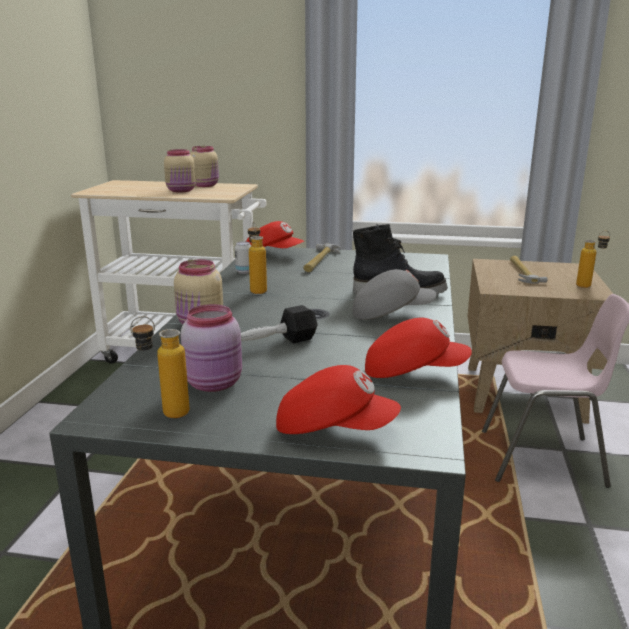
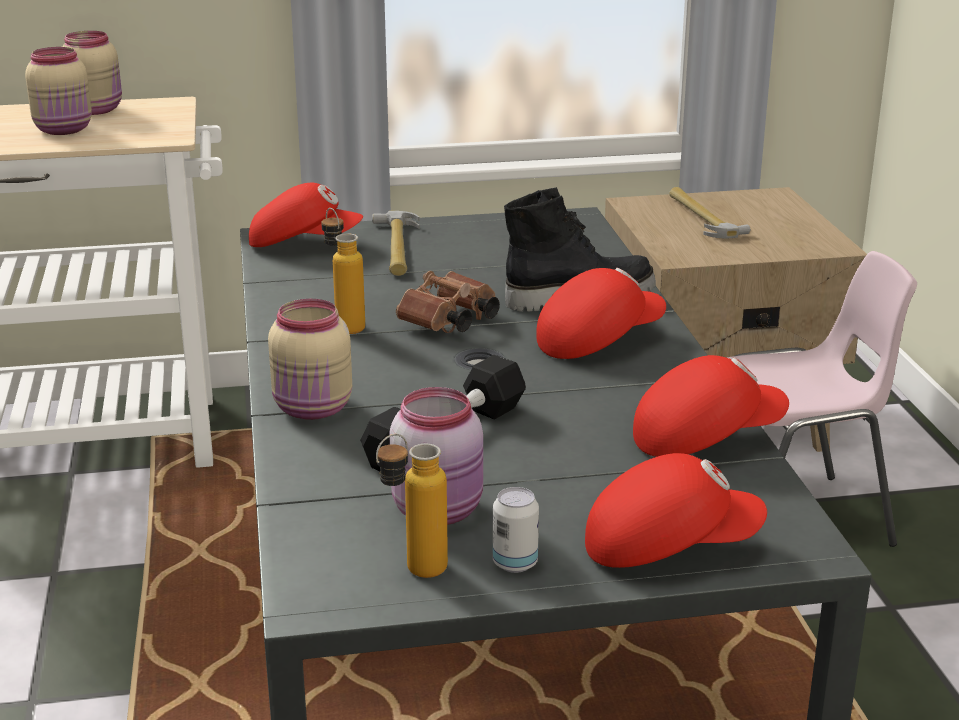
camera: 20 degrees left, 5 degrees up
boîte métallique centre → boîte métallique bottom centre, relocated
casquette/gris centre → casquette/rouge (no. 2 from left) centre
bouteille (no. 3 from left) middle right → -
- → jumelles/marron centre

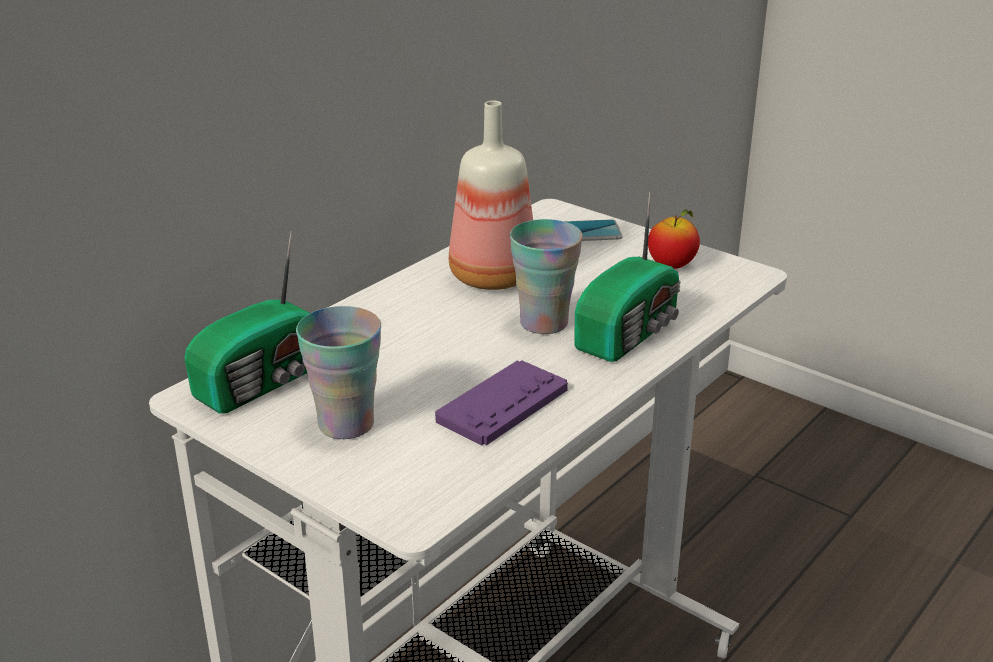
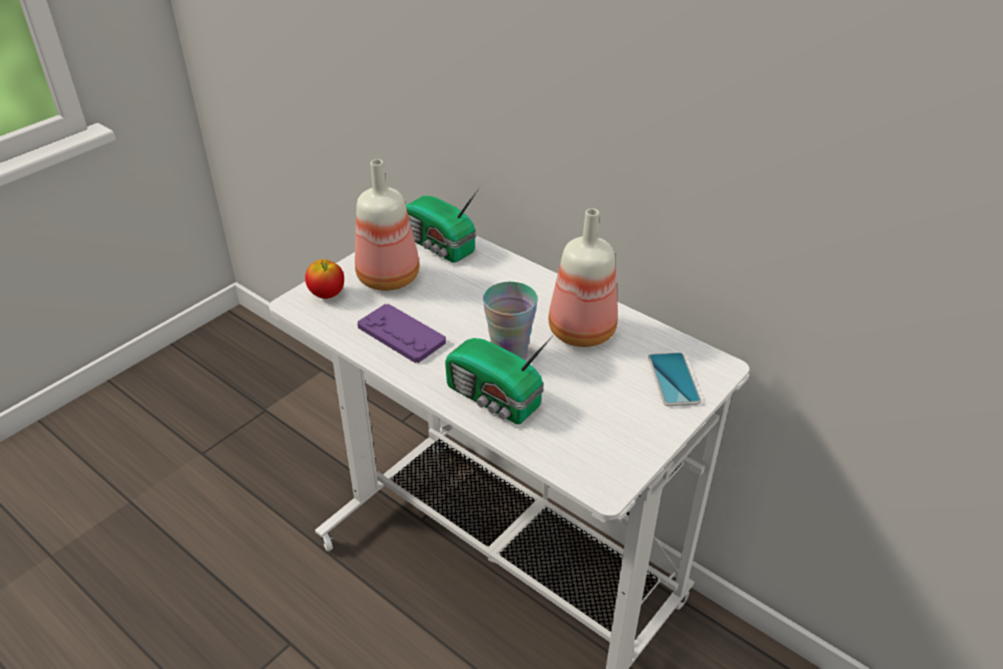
camera: 90 degrees right, 10 degrees up
tasse (no. 1 from left) centre → bouteille (no. 1 from left) centre
pomme middle right → pomme middle left, relocated

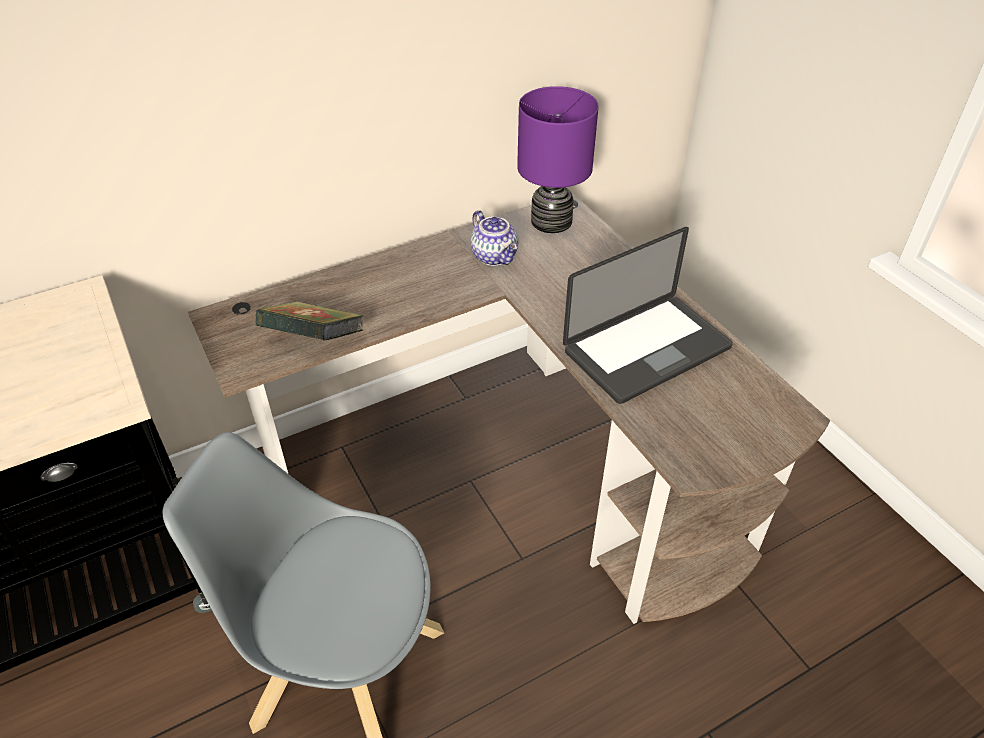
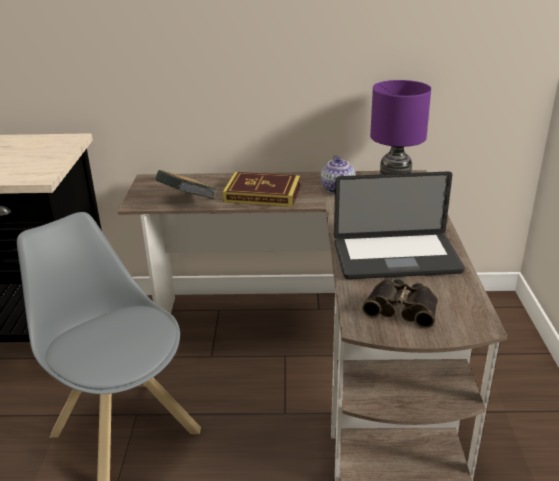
camera: 30 degrees right, 15 degrees down
- → livre (no. 2 from left) centre
- → jumelles middle right

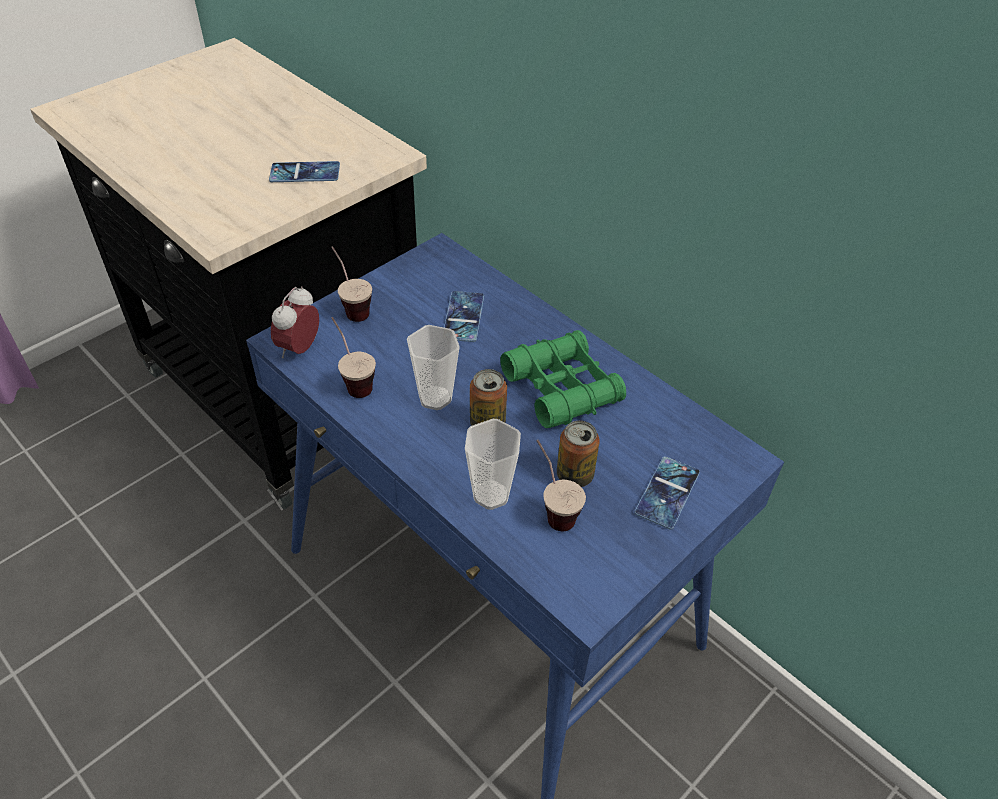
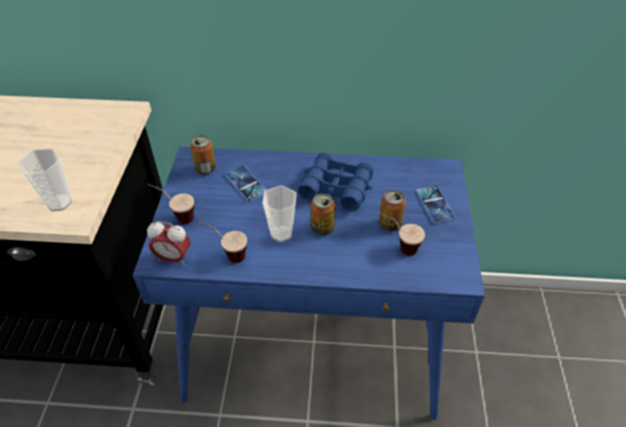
camera: 40 degrees left, 0 degrees up
téléphone (no. 1 from left) top left → -
réveil middle left, 60 degrees counterclockwise
tasse (no. 4 from left in the first image) centre → tasse (no. 1 from left) middle left, relocated
jumelles/vert centre → jumelles/bleu centre
- → boîte métallique (no. 1 from left) middle left

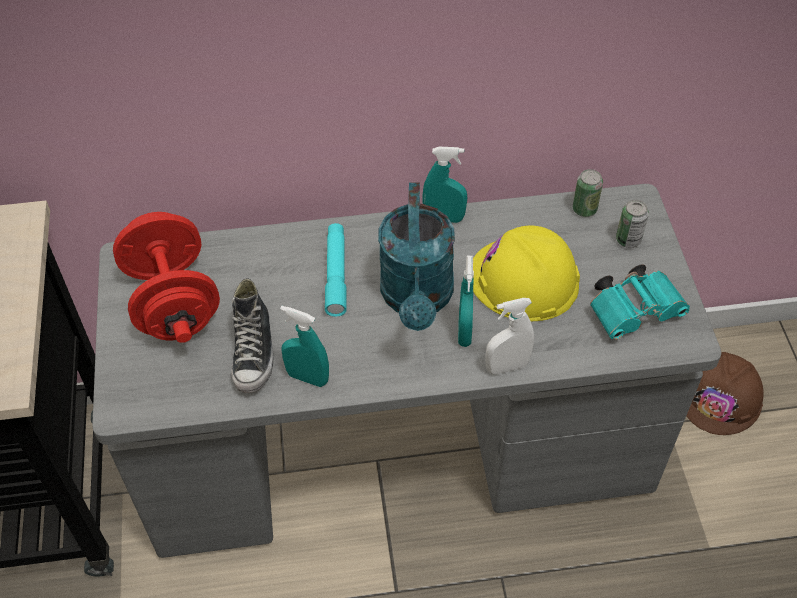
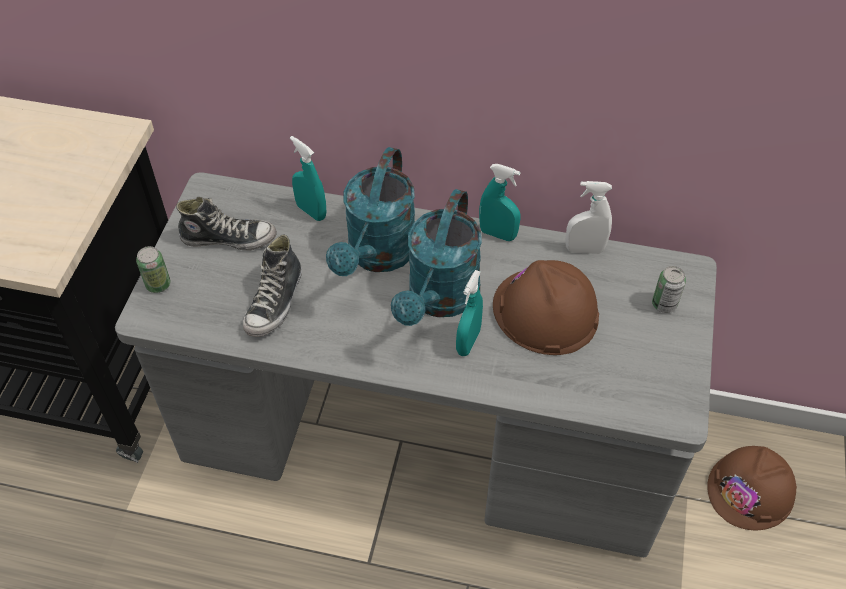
camera: 20 degrees right, 0 degrees up
haltère/rouge middle left → chaussure (no. 1 from left) middle left
vaporisateur/turquoise (no. 1 from left) centre → vaporisateur/turquoise (no. 1 from left) top centre, relocated
lampe de poche/turquoise centre → arrosoir/turquoise (no. 1 from left) centre
casque de chantier/jaune centre → casque de chantier/marron (no. 1 from left) centre
vaporisateur/blanc centre → vaporisateur/blanc middle right, relocated
boîte métallique (no. 1 from left) top right → boîte métallique (no. 1 from left) middle left, relocated
jumelles/turquoise middle right → -

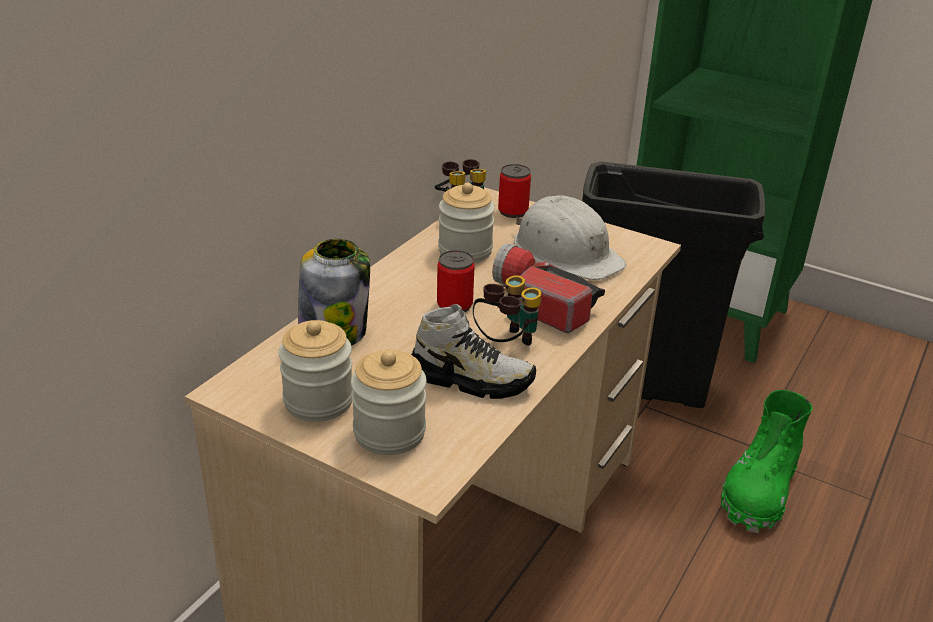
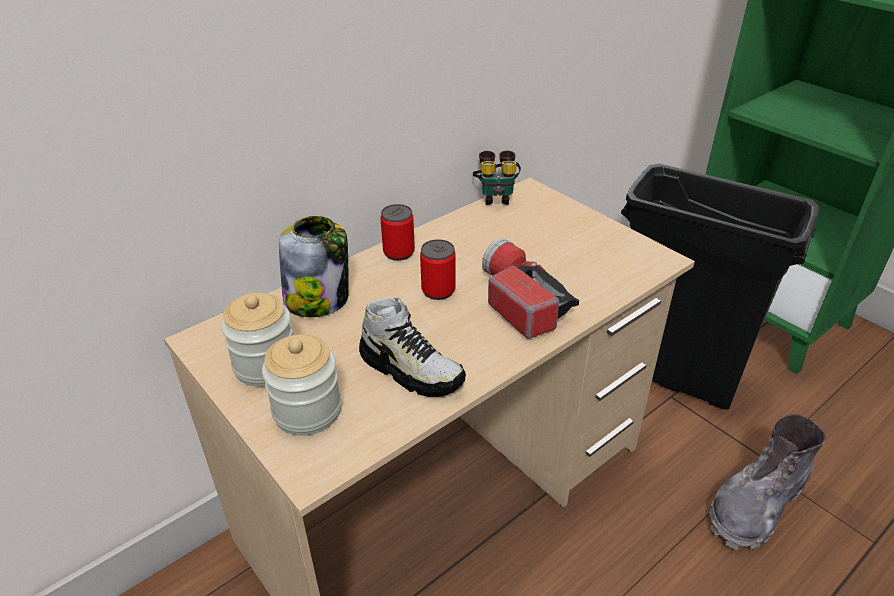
camera: 20 degrees right, 5 degrees up
bocal (no. 4 from left) centre → -
jumelles (no. 2 from left) centre → -
boîte métallique (no. 2 from left in the first image) top centre → boîte métallique (no. 1 from left) centre, relocated
casque de chantier/blanc centre → -
botte/vert bottom right → botte/gris bottom right

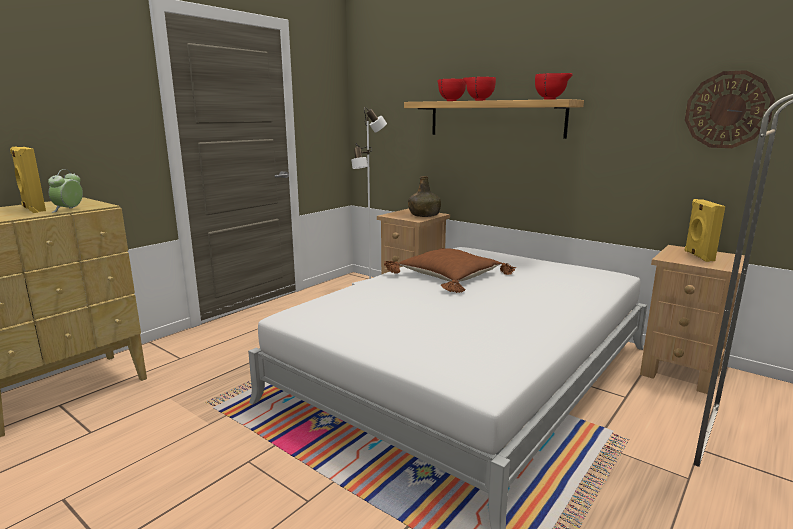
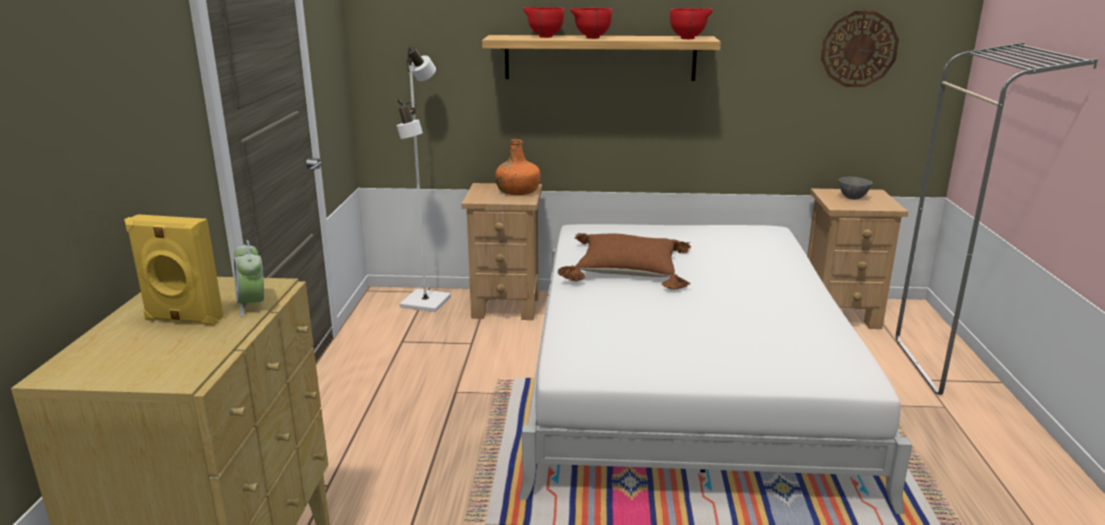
camera: 35 degrees left, 5 degrees up
bouteille/vert centre → bouteille/orange top centre
enceinte/jaune (no. 2 from left) middle right → bol/gris middle right

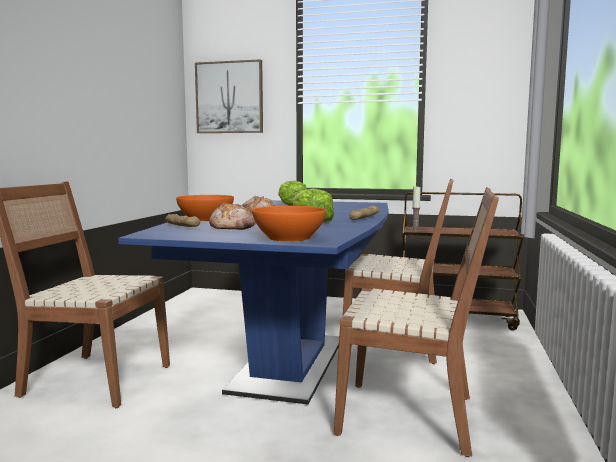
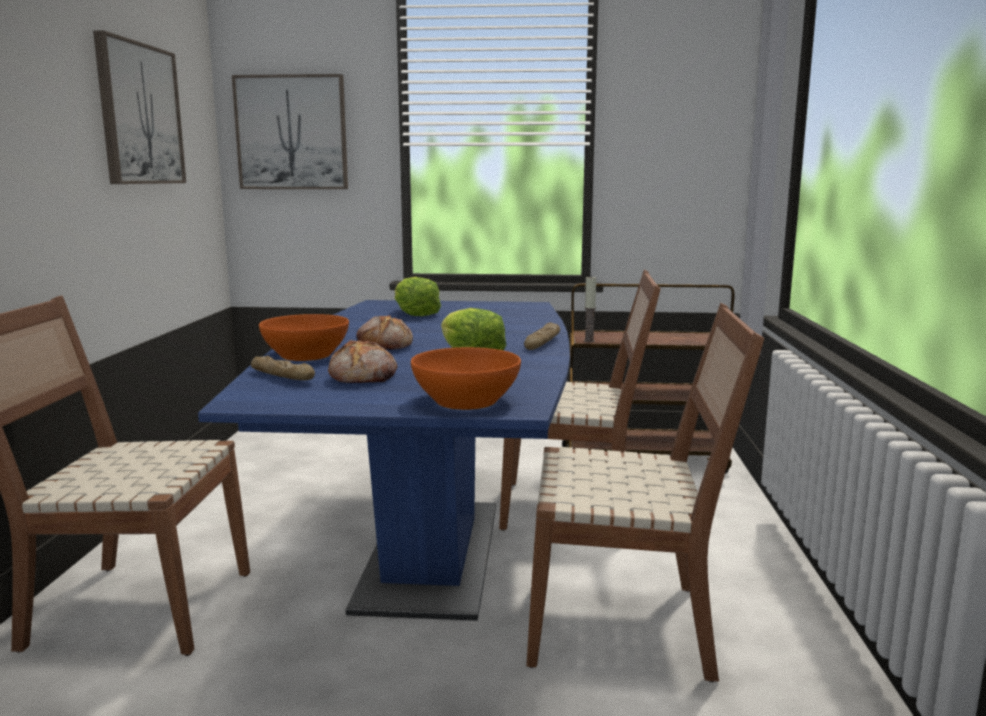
camera: 10 degrees left, 5 degrees up
- → tableau (no. 1 from left) top left

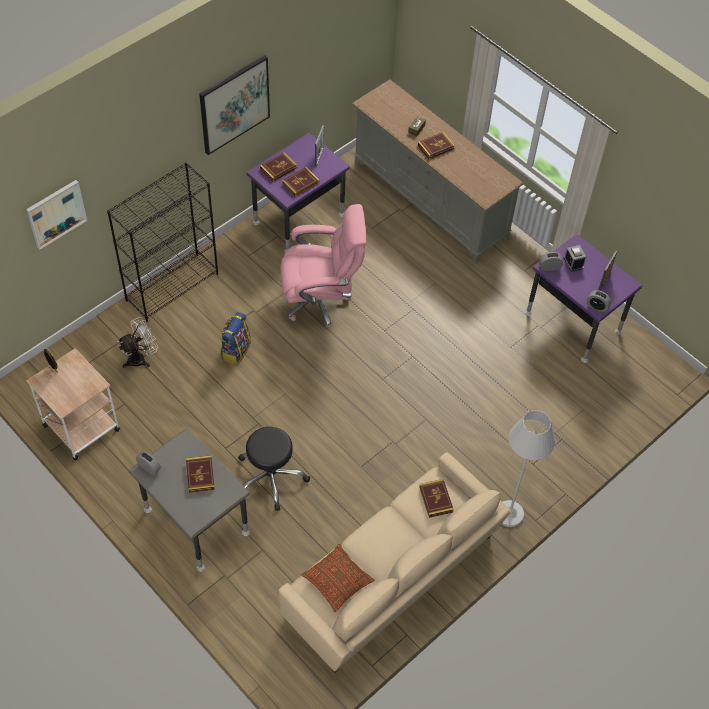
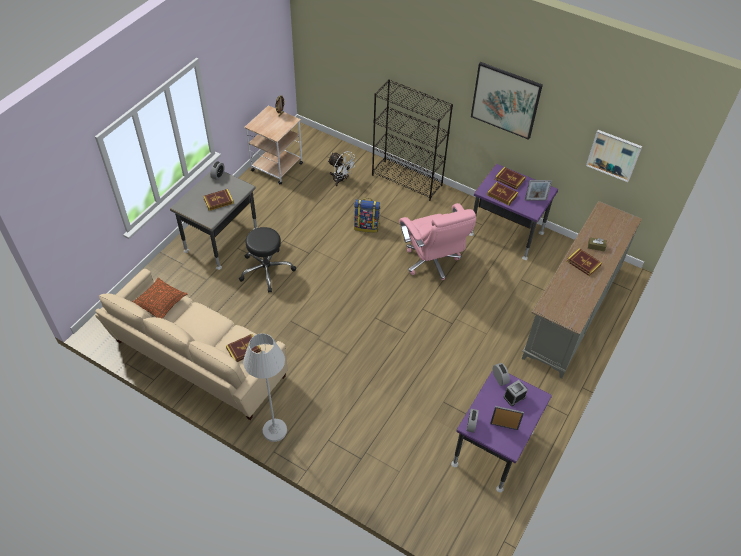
camera: 75 degrees right, 5 degrees down
tableau (no. 1 from left in the first image) top left → tableau (no. 2 from left) top right, relocated

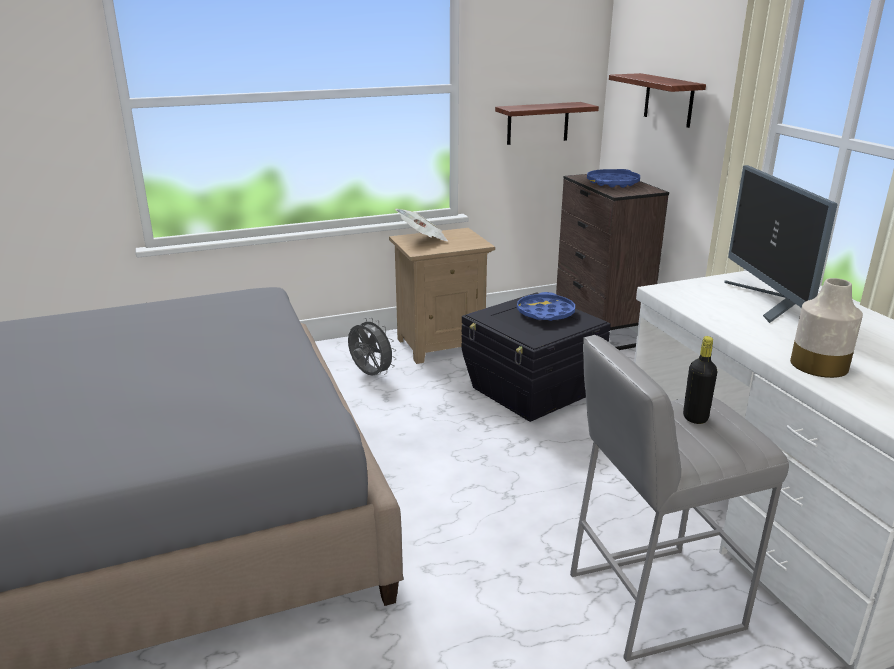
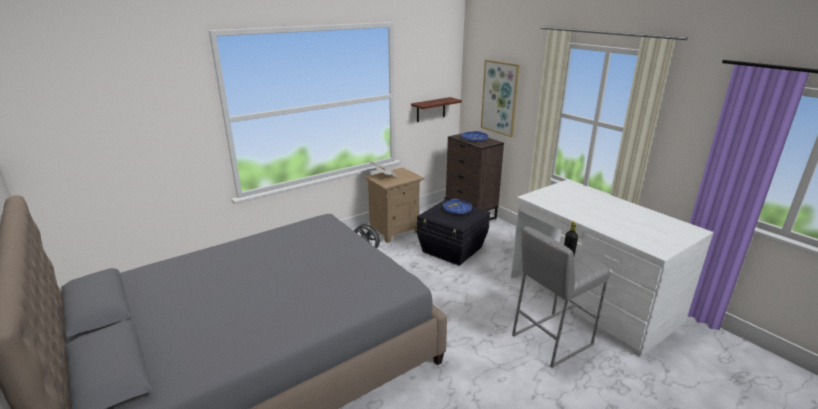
camera: 15 degrees left, 0 degrees up
étagère (no. 2 from left) top right → tableau top centre
écran d'ordinateur middle right → -
vase/beige middle right → -

